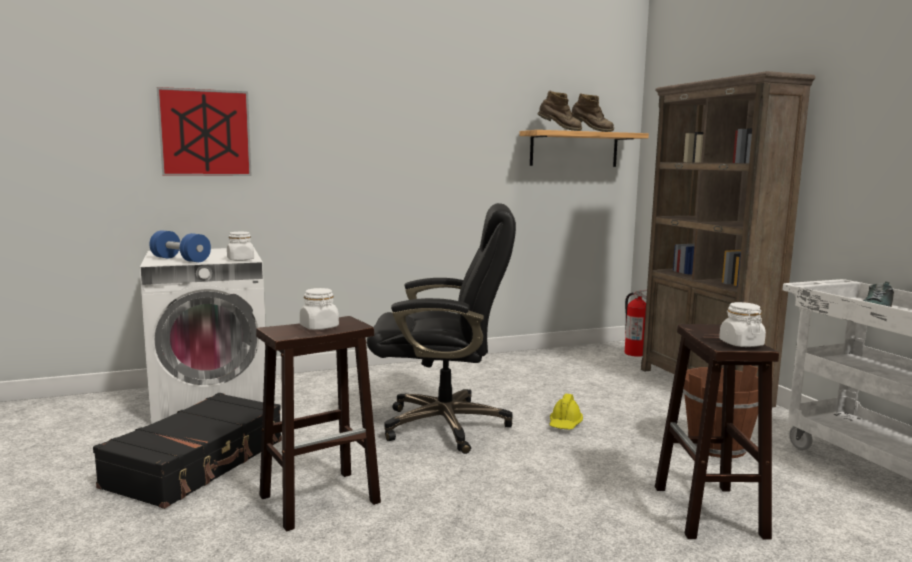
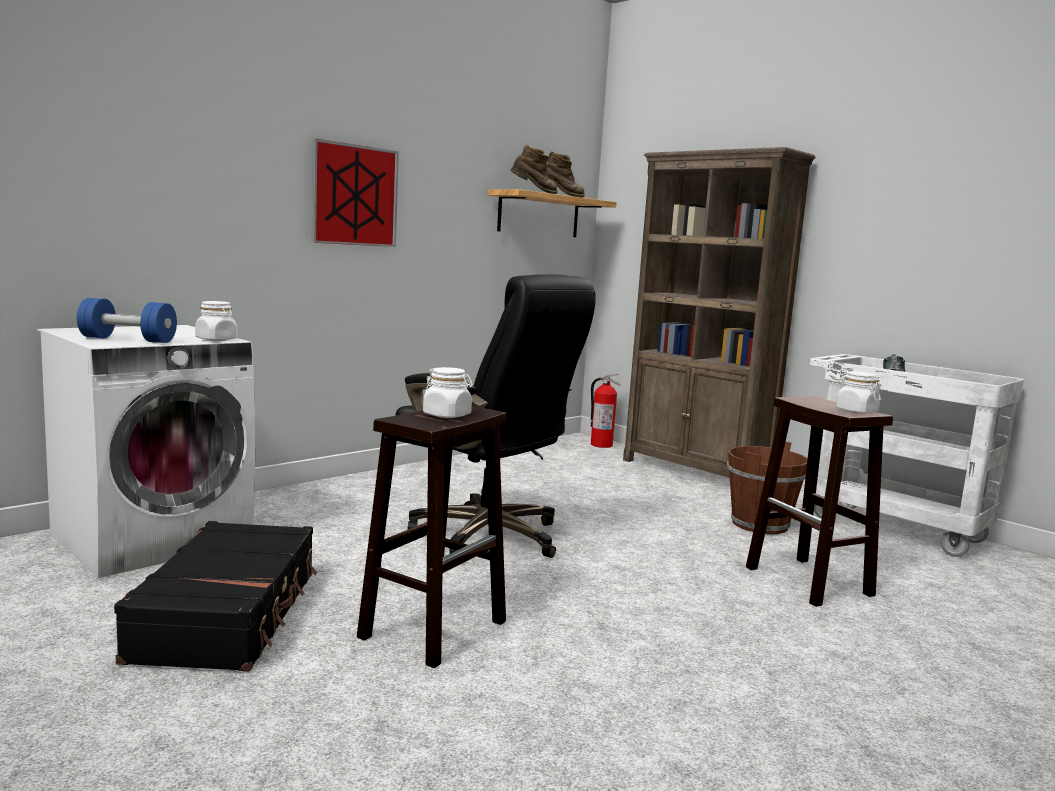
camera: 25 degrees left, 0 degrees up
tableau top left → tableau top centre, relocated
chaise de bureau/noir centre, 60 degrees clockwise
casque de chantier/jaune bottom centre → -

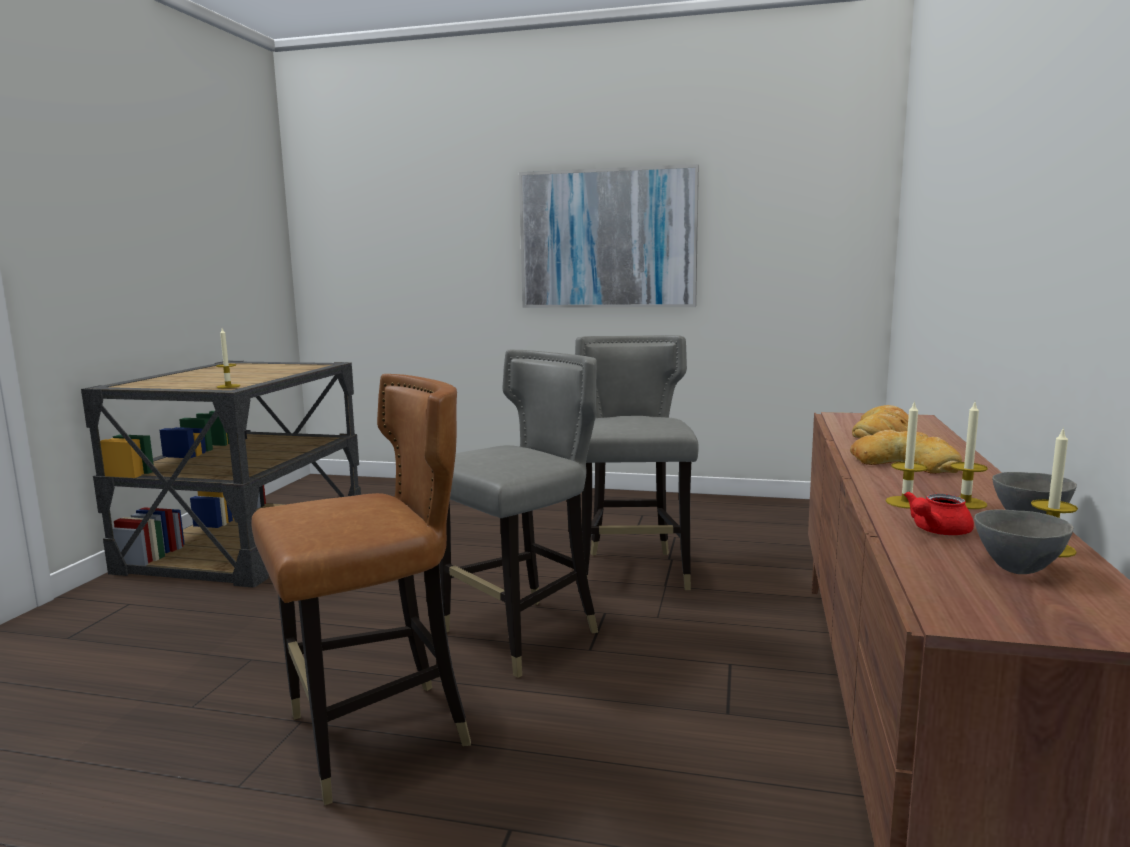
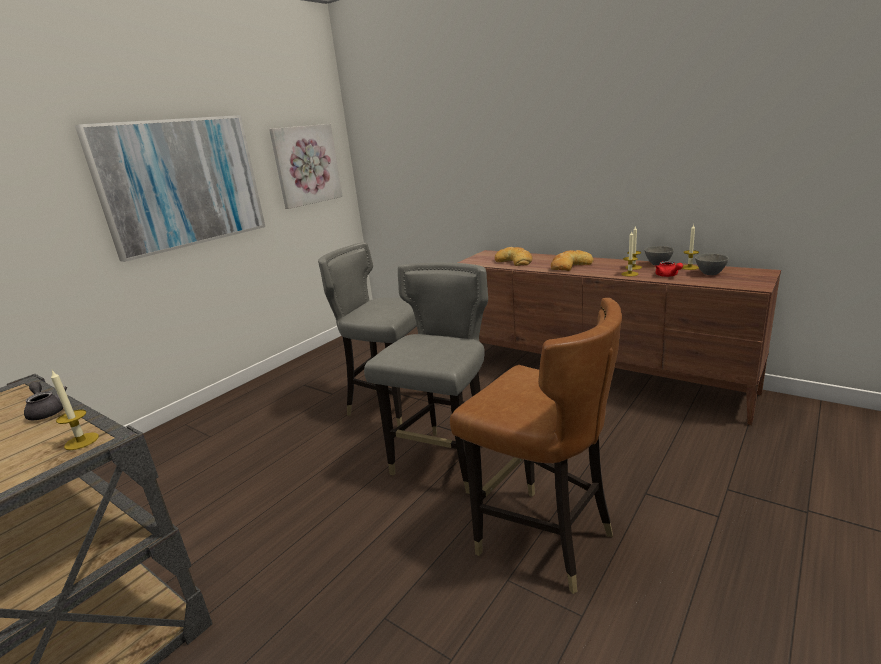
camera: 65 degrees left, 10 degrees up
chaise/marron bottom left → chaise/marron bottom centre, 135 degrees clockwise
chaise/gris (no. 1 from left in the first image) centre → chaise/gris (no. 2 from left) centre, 45 degrees clockwise
- → théière/gris middle left
- → tableau (no. 2 from left) top centre

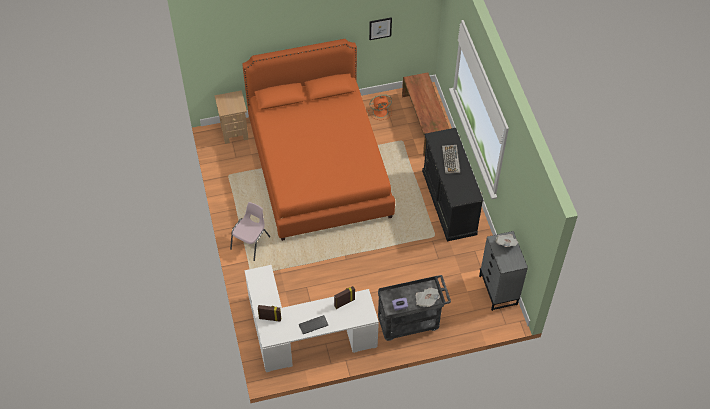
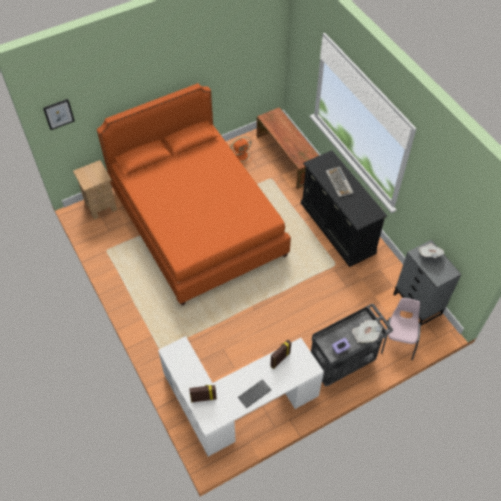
camera: 15 degrees left, 0 degrees up
chaise/rose centre → chaise/rose middle right, relocated
tableau top centre → tableau top left, relocated

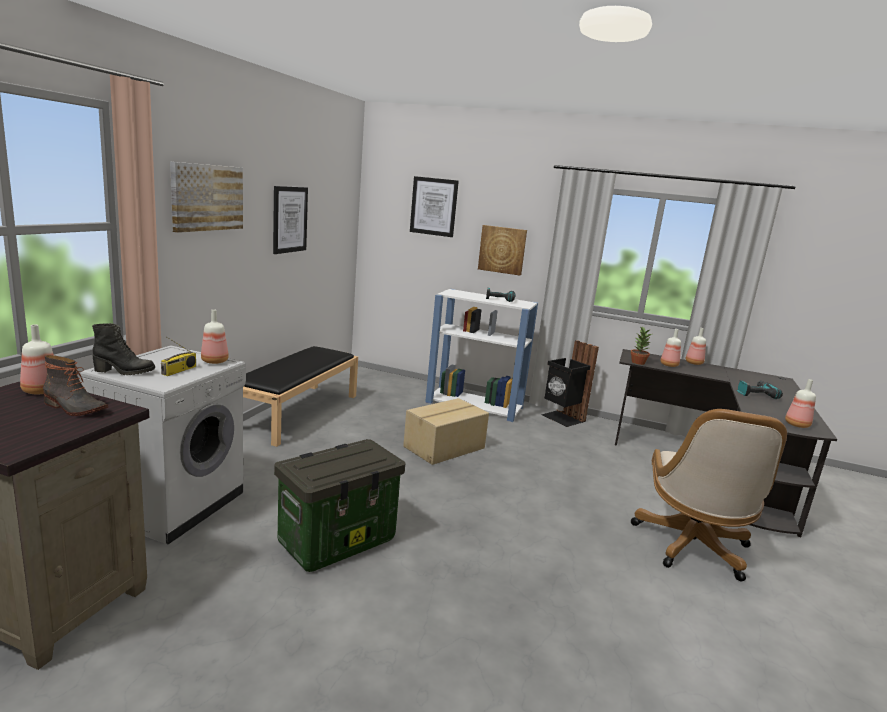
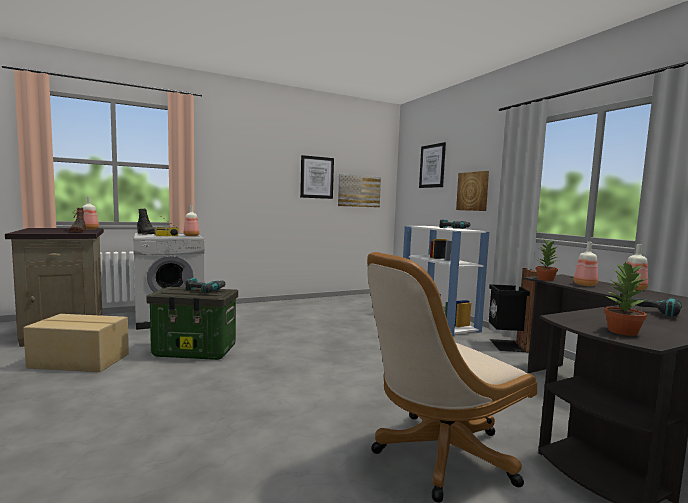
camera: 45 degrees right, 10 degrees down
tableau (no. 1 from left in the first image) top left → tableau (no. 2 from left) centre, relocated
banc/noir centre → -
carton centre → carton bottom left, relocated
bouteille (no. 5 from left) middle right → plante en pot (no. 2 from left) middle right
- → perceuse (no. 1 from left) middle left

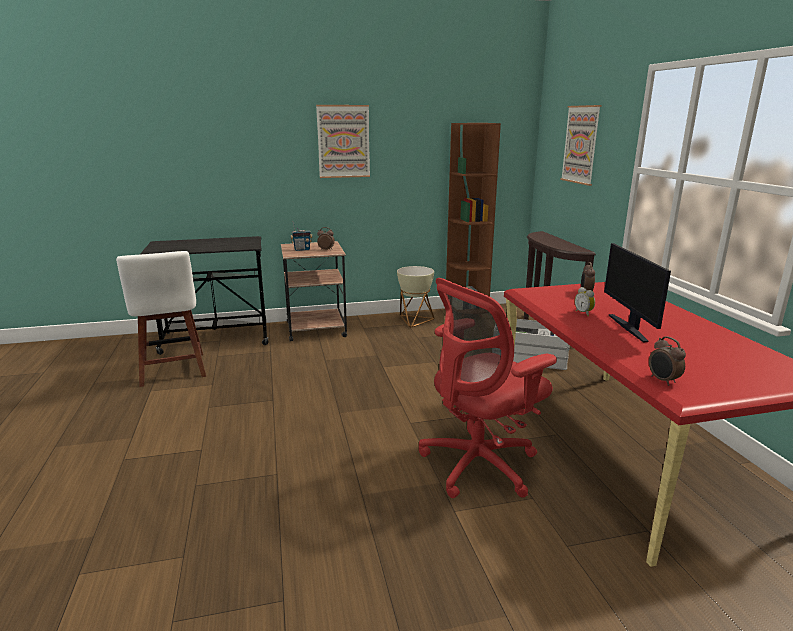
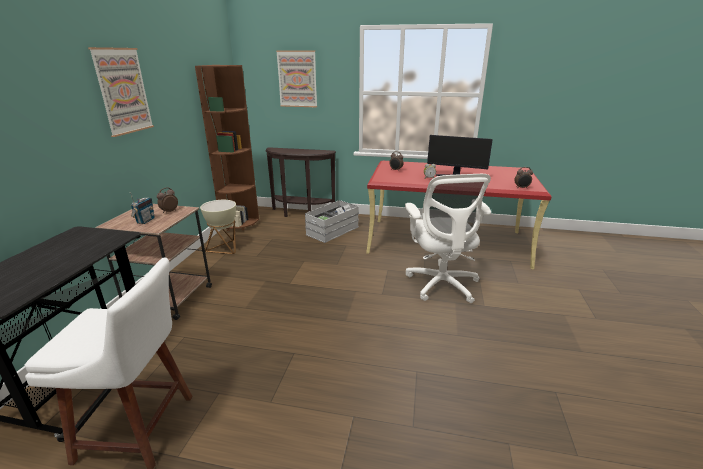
camera: 65 degrees left, 5 degrees up
chaise de bureau/rouge centre → chaise de bureau/blanc centre

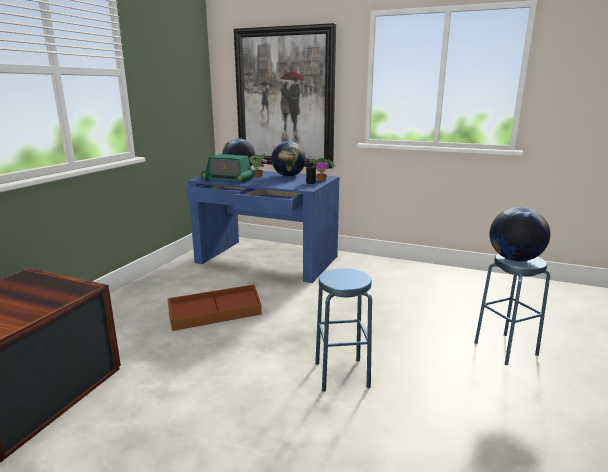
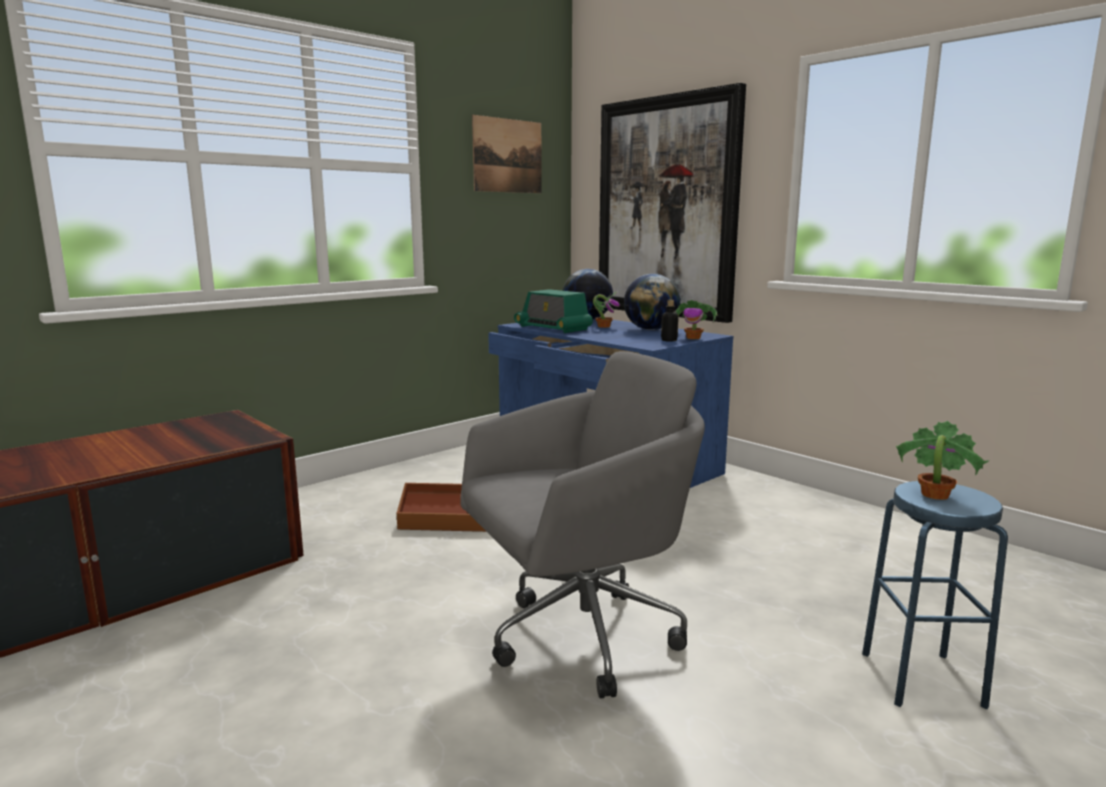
camera: 25 degrees right, 5 degrees down
tabouret/bleu (no. 1 from left) bottom centre → chaise de bureau/gris centre
globe (no. 3 from left) middle right → plante en pot (no. 3 from left) middle right
- → tableau (no. 1 from left) top centre

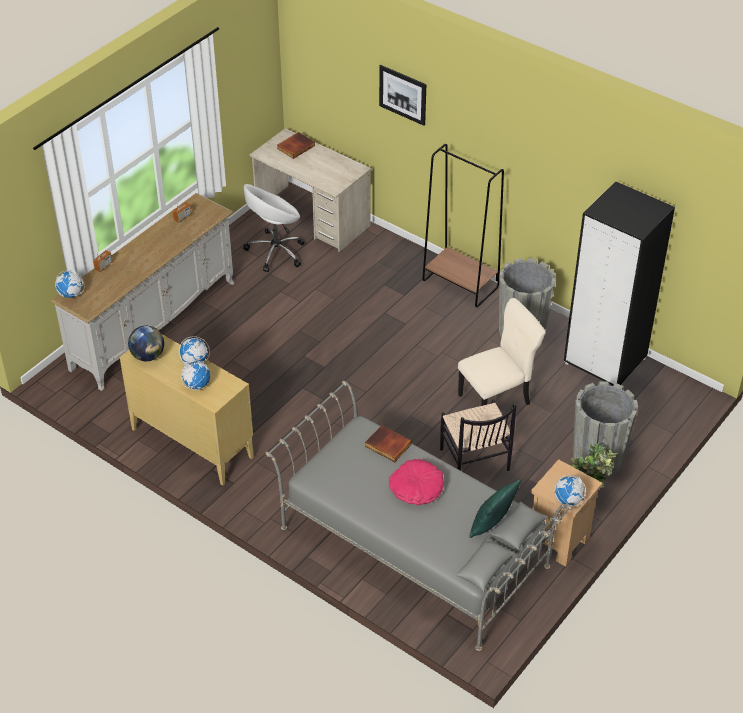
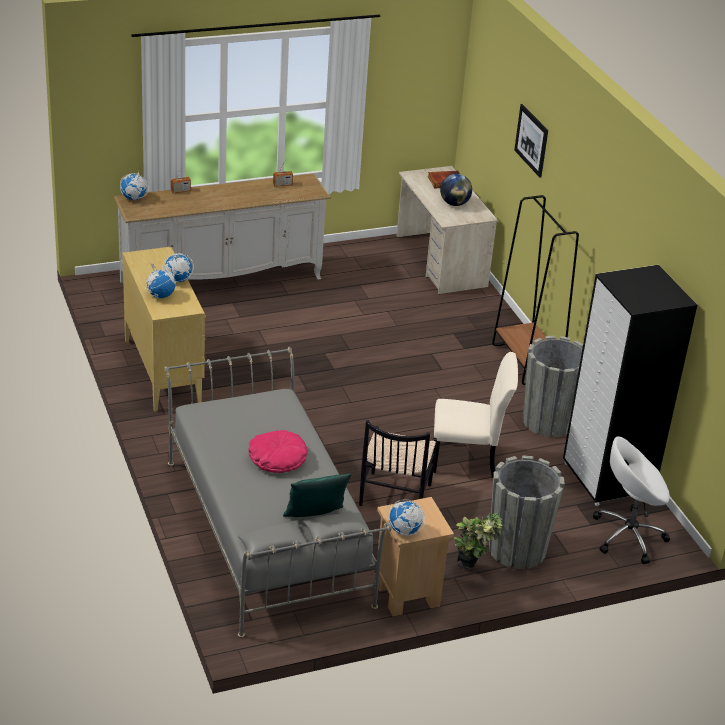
camera: 30 degrees right, 10 degrees down
globe (no. 2 from left in the first image) middle left → globe (no. 5 from left) top centre, relocated
chaise de bureau/blanc top centre → chaise de bureau/blanc bottom right, relocated
livre (no. 2 from left) centre → -

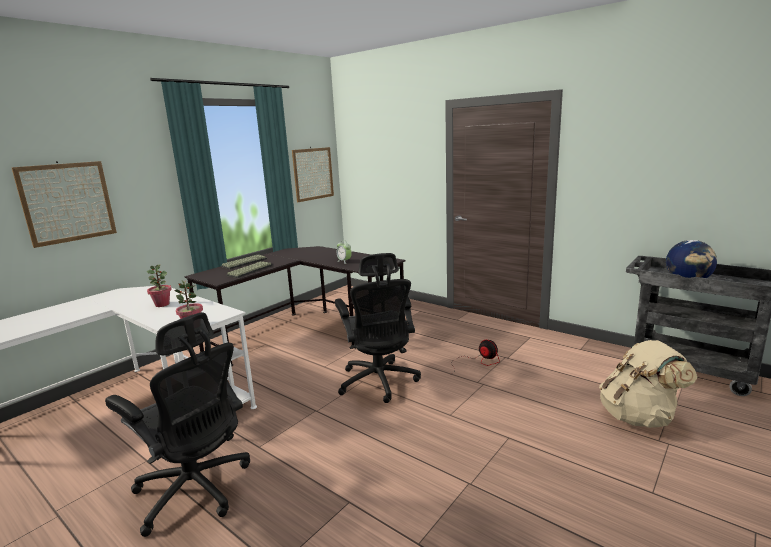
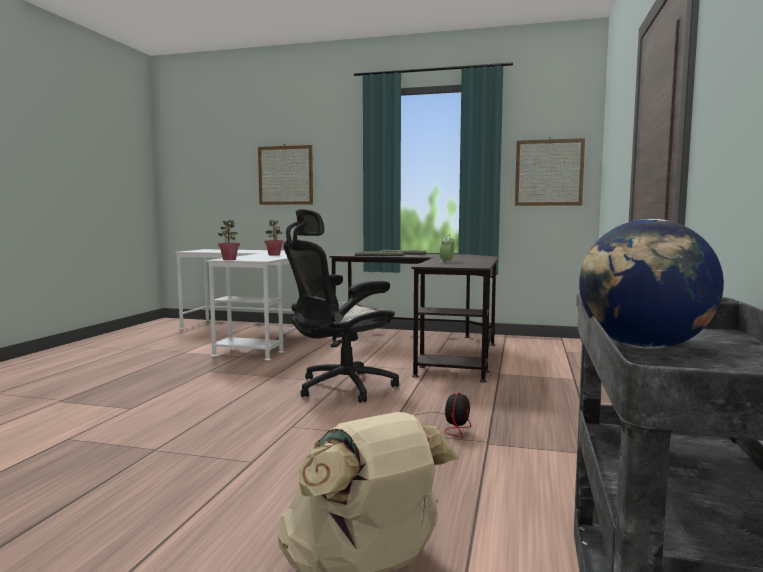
camera: 65 degrees right, 10 degrees down
chaise de bureau (no. 1 from left) bottom left → -

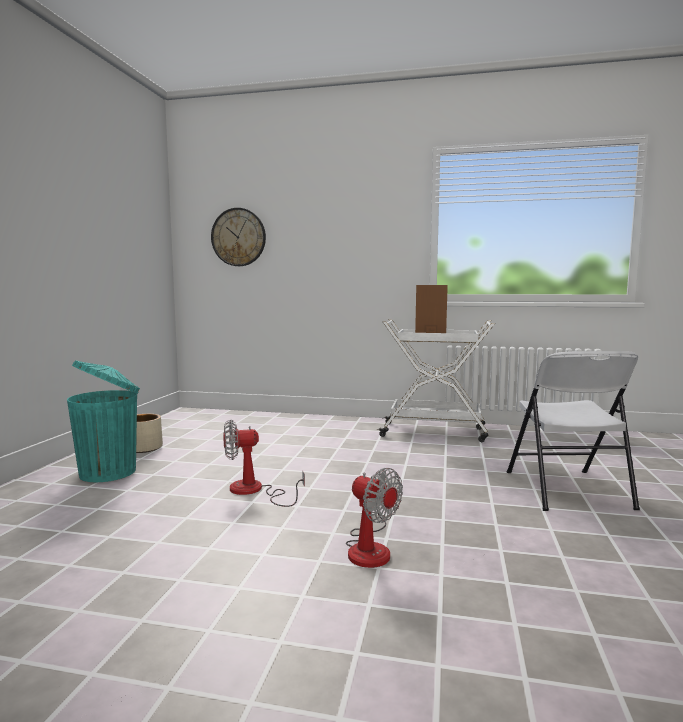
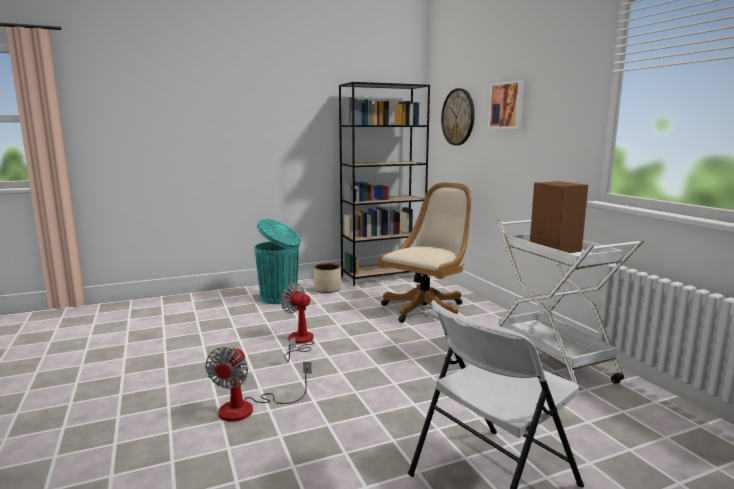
camera: 55 degrees right, 5 degrees up
- → bibliothèque/beige centre
- → chaise de bureau centre
- → tableau top right

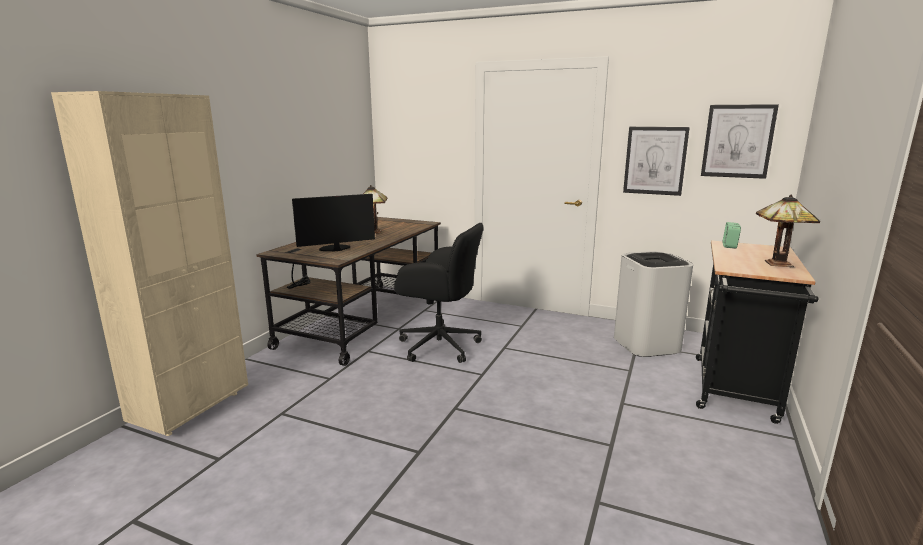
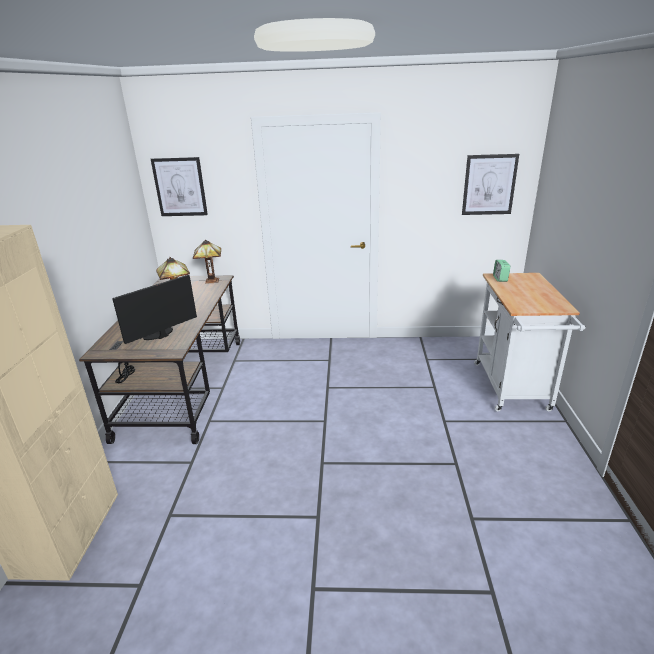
camera: 20 degrees left, 10 degrees up
chaise de bureau/noir centre → -
poubelle/blanc middle right → -
tableau (no. 1 from left) top right → tableau (no. 1 from left) top left, relocated
chariot/noir middle right → chariot/blanc middle right
lampe de table (no. 2 from left) middle right → lampe de table (no. 2 from left) middle left, relocated

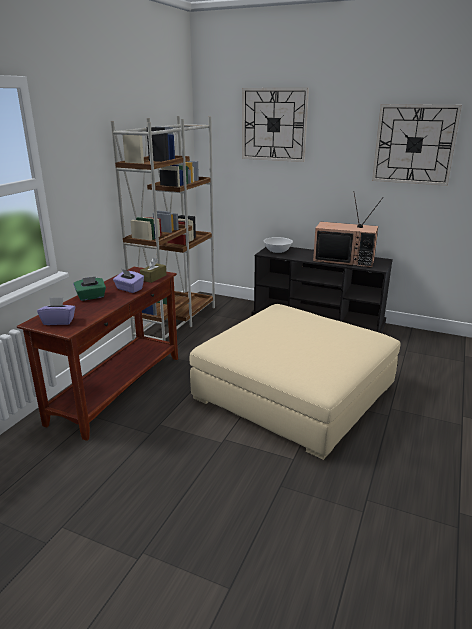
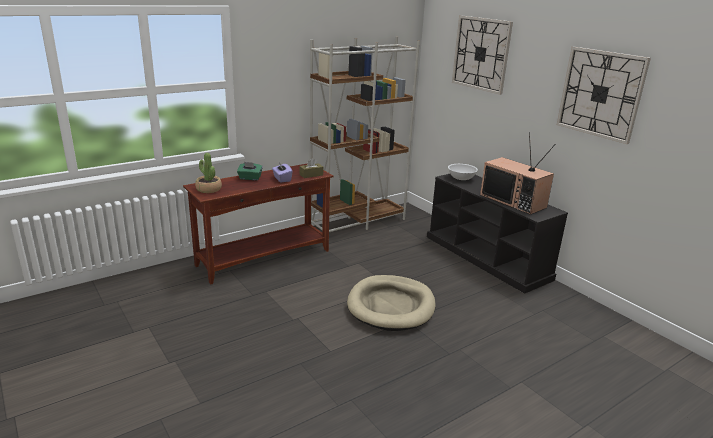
camera: 30 degrees right, 0 degrees up
boîte à mouchoirs/violet (no. 1 from left) middle left → plante en pot middle left
pouf/beige centre → panier pour chien/beige bottom centre

